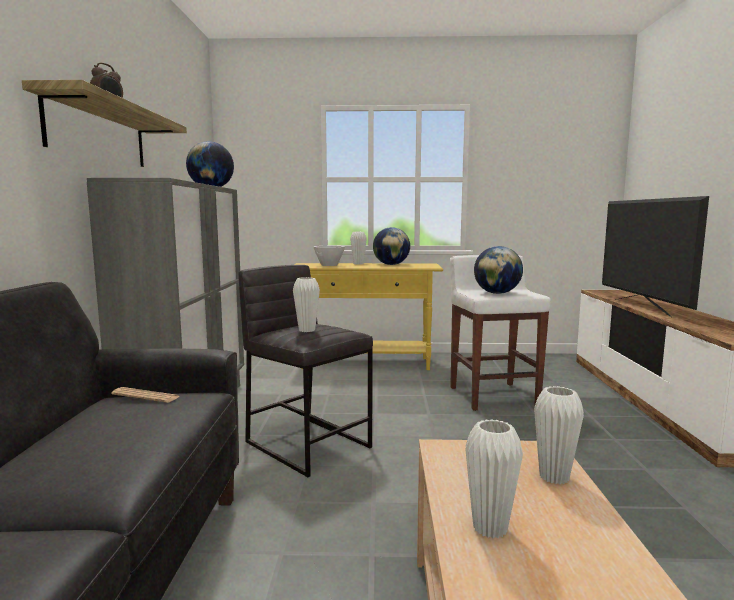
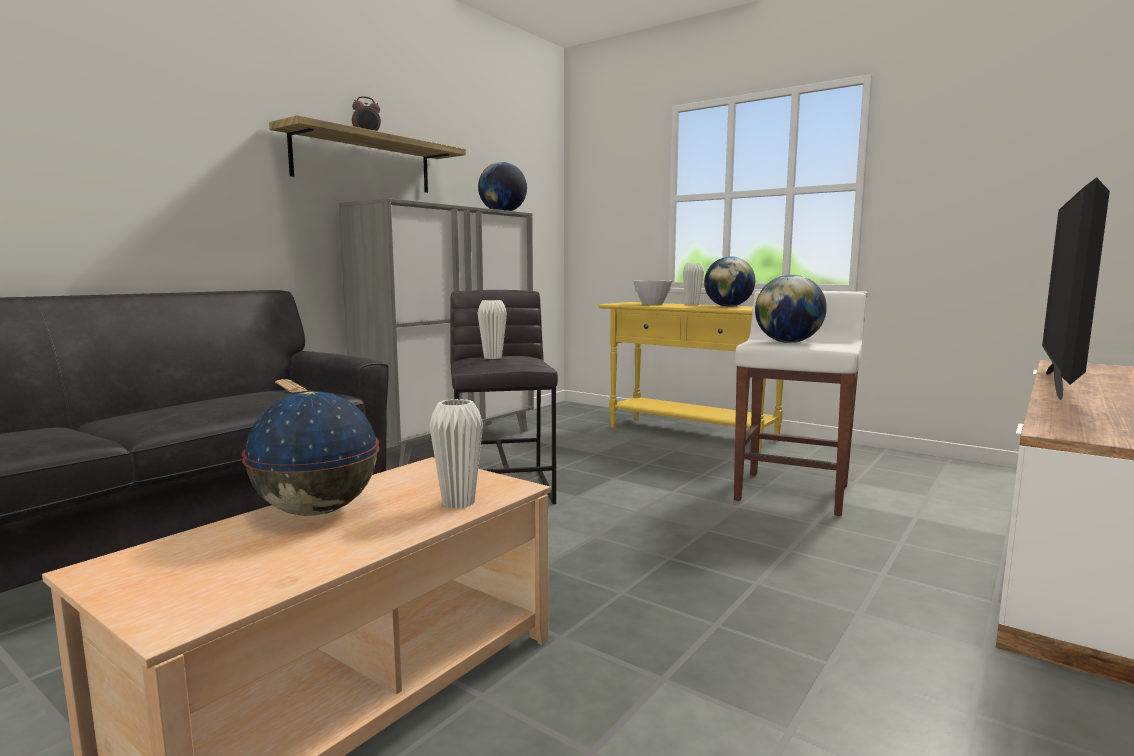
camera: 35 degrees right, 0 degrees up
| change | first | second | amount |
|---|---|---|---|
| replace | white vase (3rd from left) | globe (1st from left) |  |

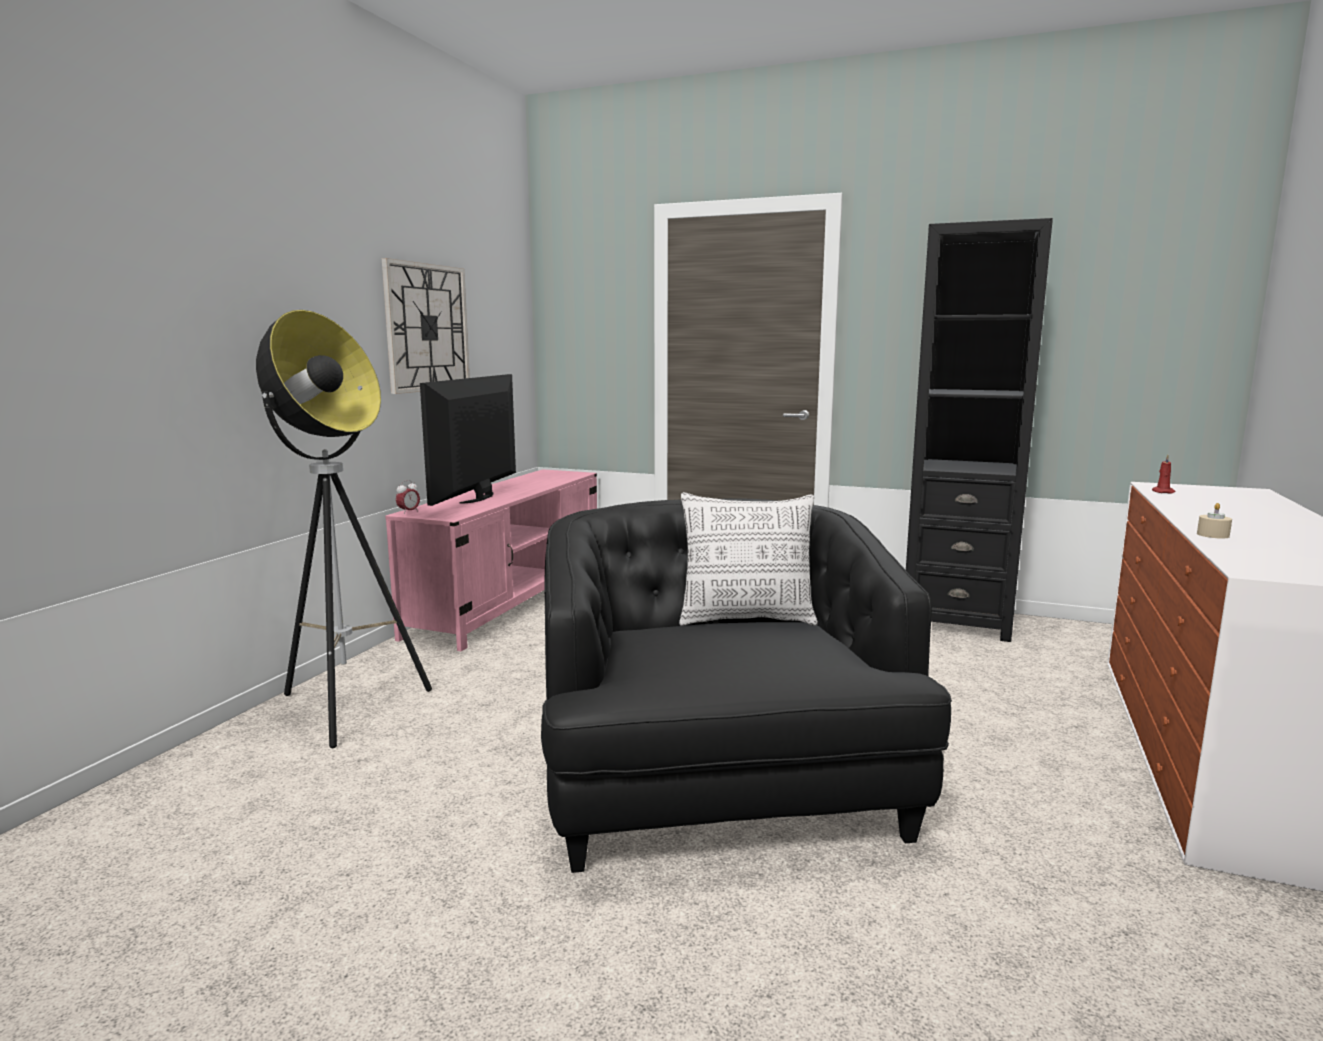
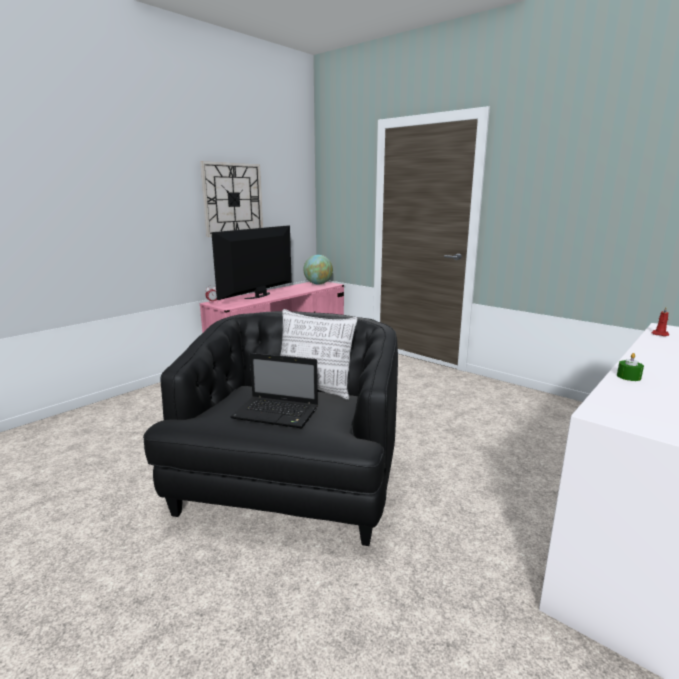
camera: 20 degrees right, 5 degrees up
| change | first | second | amount |
|---|---|---|---|
| delete | black bookcase |  |  |
| delete | floor lamp |  |  |
| recolor | beige candle | green candle |  |
| insert |  | globe |  |
| insert |  | laptop |  |

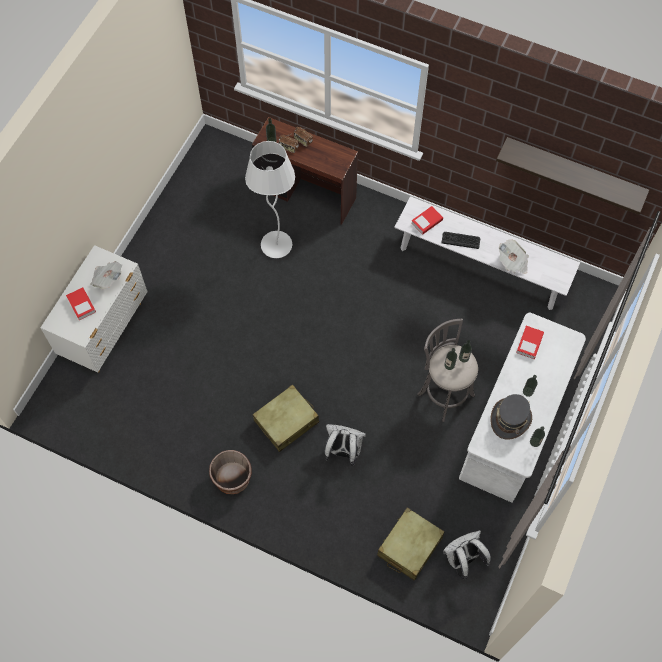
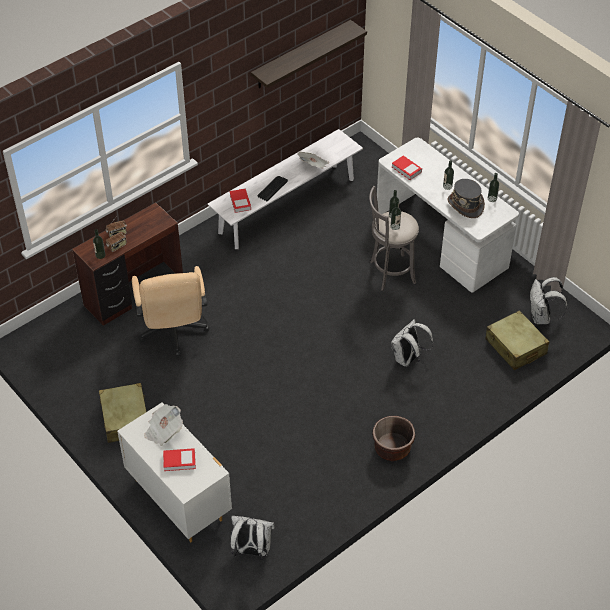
camera: 65 degrees left, 15 degrees down
| change | first | second | amount |
|---|---|---|---|
| replace | white floor lamp | beige office chair |  |
| move | beige suitcase (1st from left) |  |  |
| insert |  | white backpack (1st from left) |  |

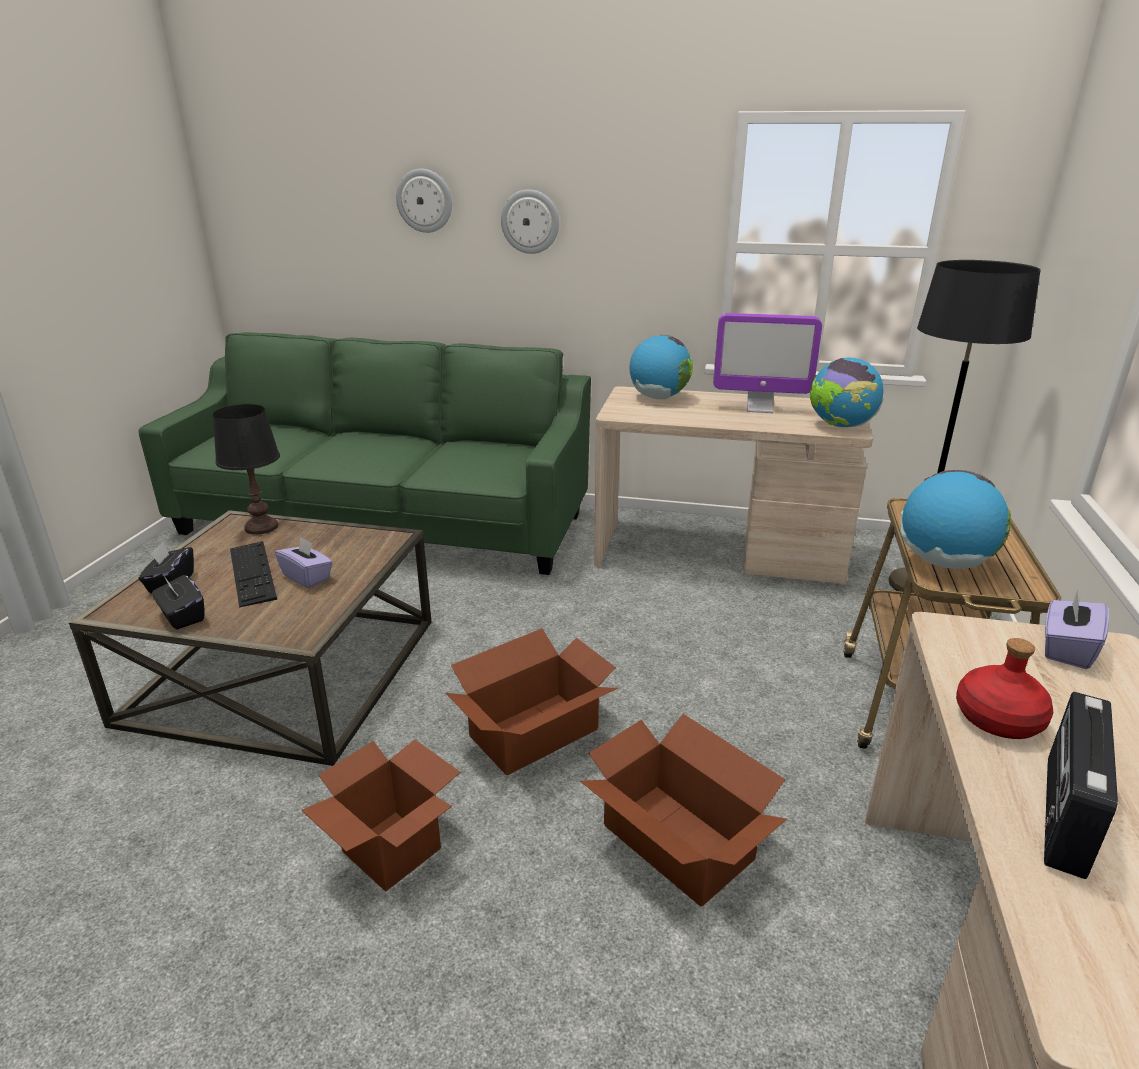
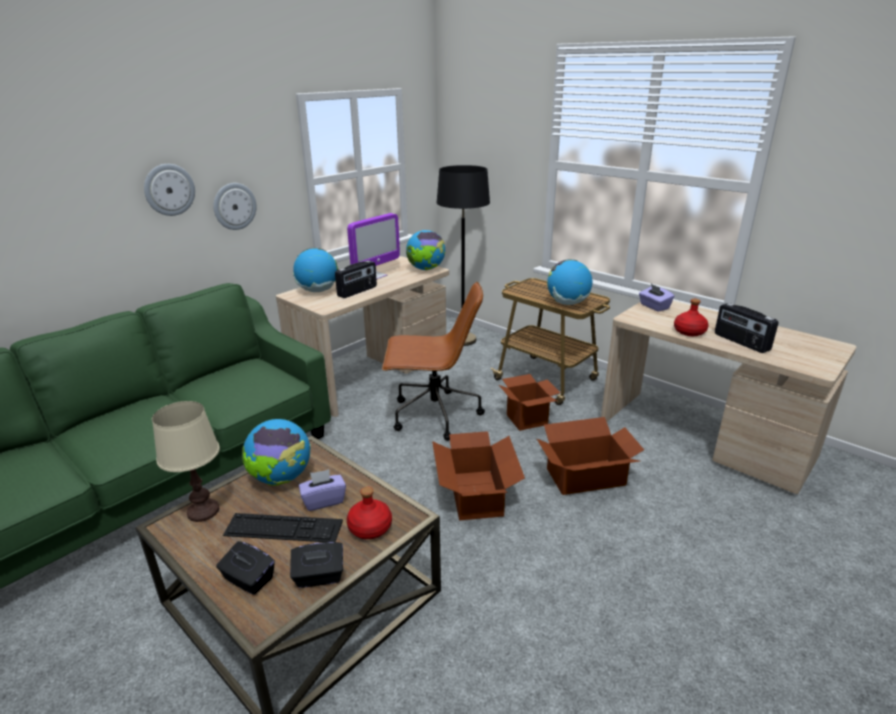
camera: 60 degrees left, 0 degrees up
| change | first | second | amount |
|---|---|---|---|
| move | wall clock (1st from left in the first image) | wall clock (2nd from left) |  |
| recolor | black table lamp | beige table lamp |  |
| move | cardboard box (1st from left in the first image) | cardboard box (2nd from left) |  |
| insert |  | radio (1st from left) |  |
| insert |  | brown office chair |  |
| insert |  | globe (1st from left) |  |
| insert |  | red bottle (1st from left) |  |

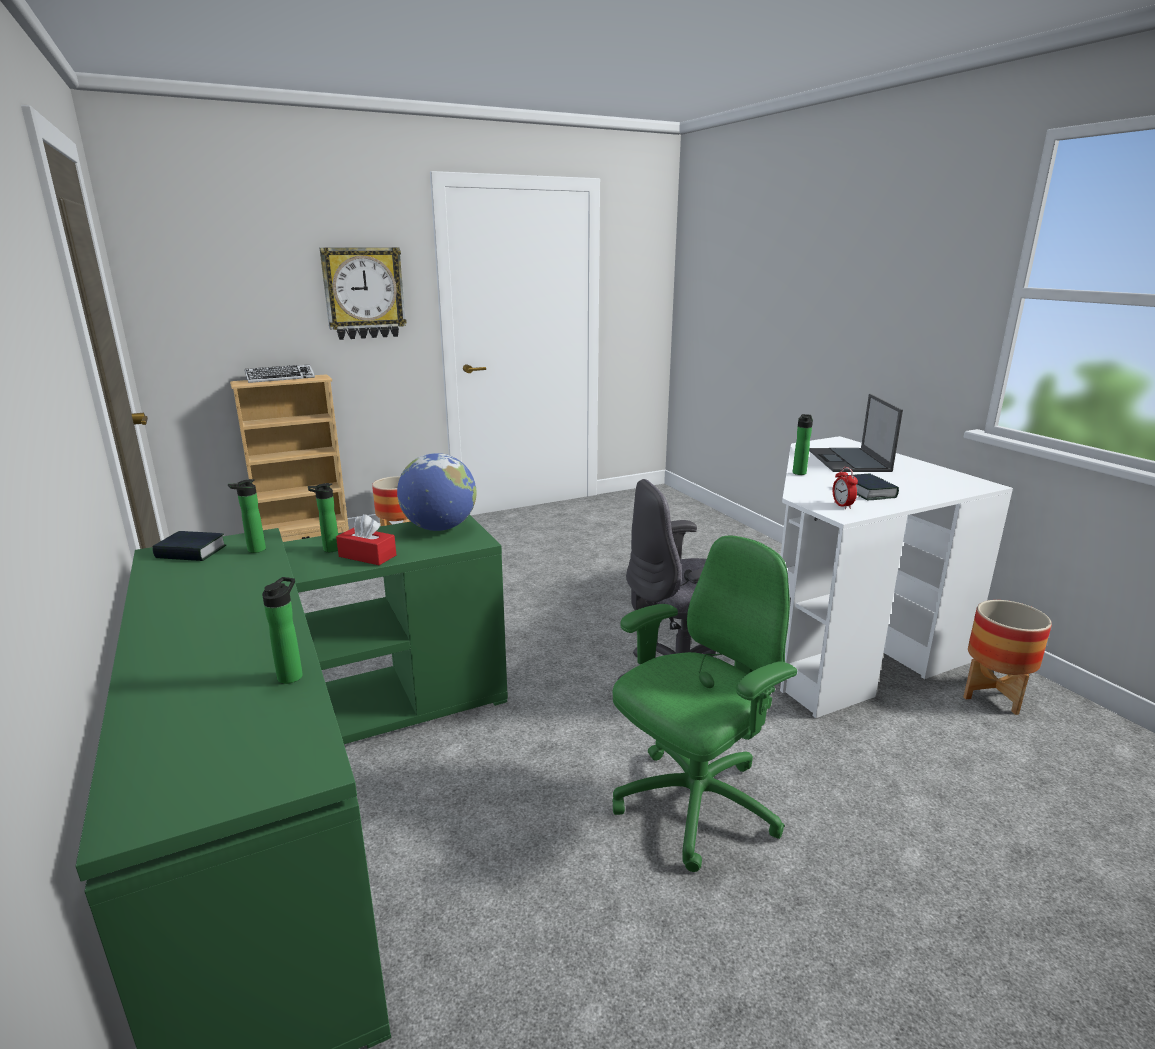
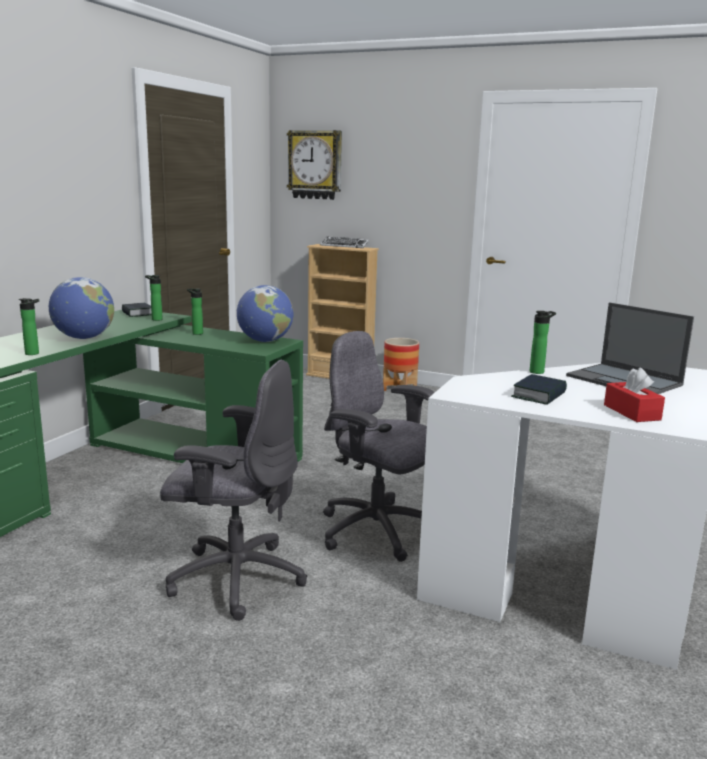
camera: 50 degrees right, 5 degrees down
| change | first | second | amount |
|---|---|---|---|
| move | wall clock |  |  |
| rotate | laptop |  | 90 degrees counterclockwise |
| delete | alarm clock |  |  |
| move | red tissue box |  |  |
| recolor | green office chair | grey office chair (1st from left) |  |
| delete | planter (2nd from left) |  |  |
| insert |  | globe (1st from left) |  |

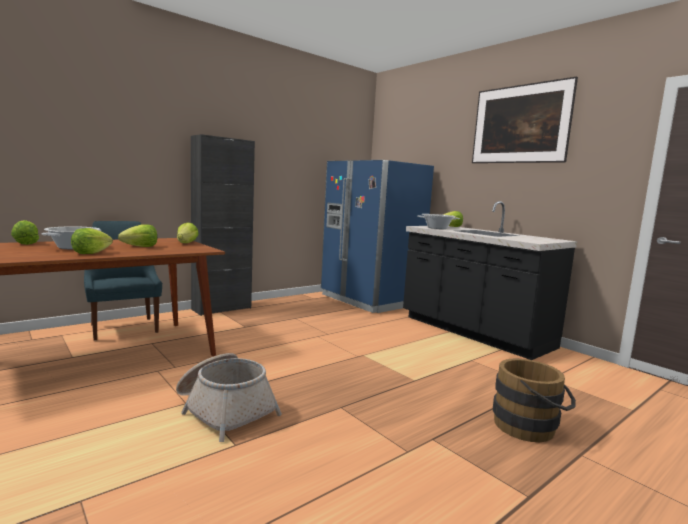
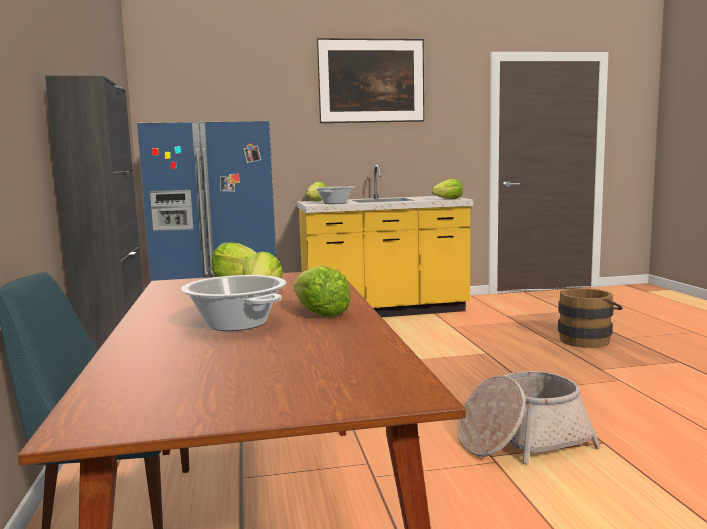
camera: 60 degrees left, 0 degrees up
| change | first | second | amount |
|---|---|---|---|
| recolor | black counter | yellow counter |  |
| move | lettuce (1st from left in the first image) | lettuce (5th from left) |  |

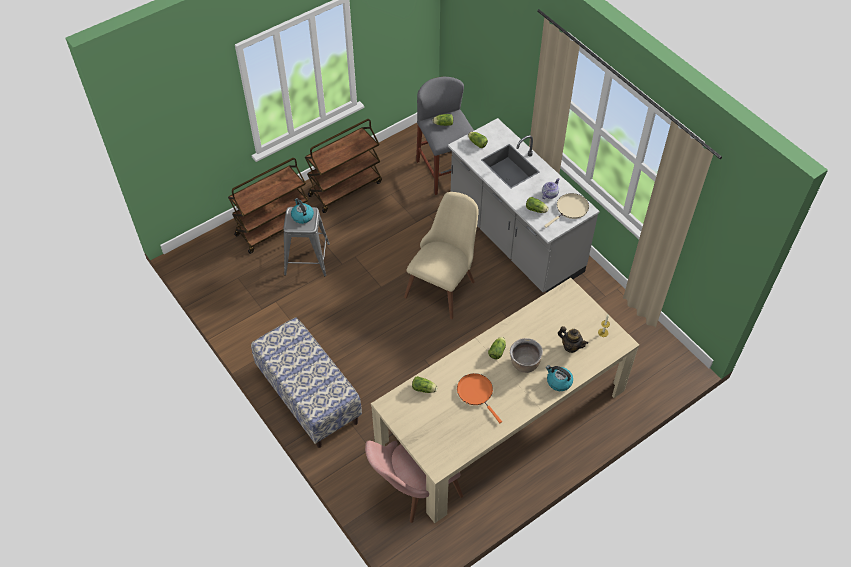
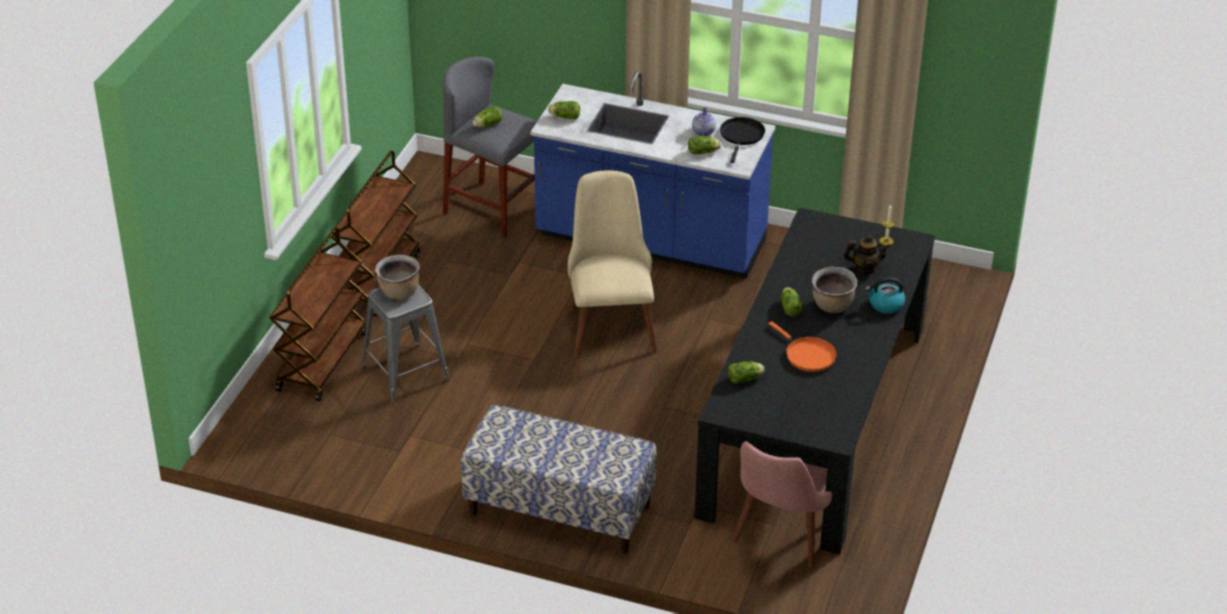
camera: 35 degrees left, 15 degrees down
| change | first | second | amount |
|---|---|---|---|
| recolor | grey counter | blue counter |  |
| recolor | beige frying pan | black frying pan |  |
| replace | kettle (1st from left) | brown cooking pot (1st from left) |  |
| recolor | beige dining table | black dining table |  |
| rotate | orange frying pan |  | 150 degrees counterclockwise |

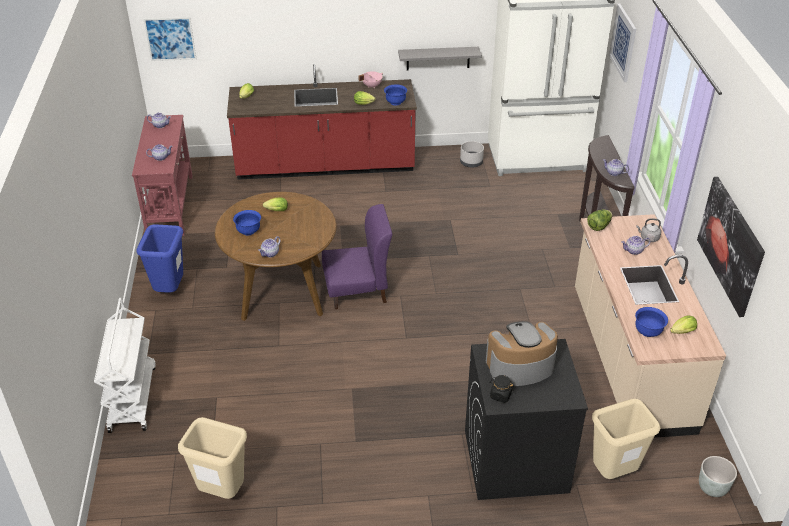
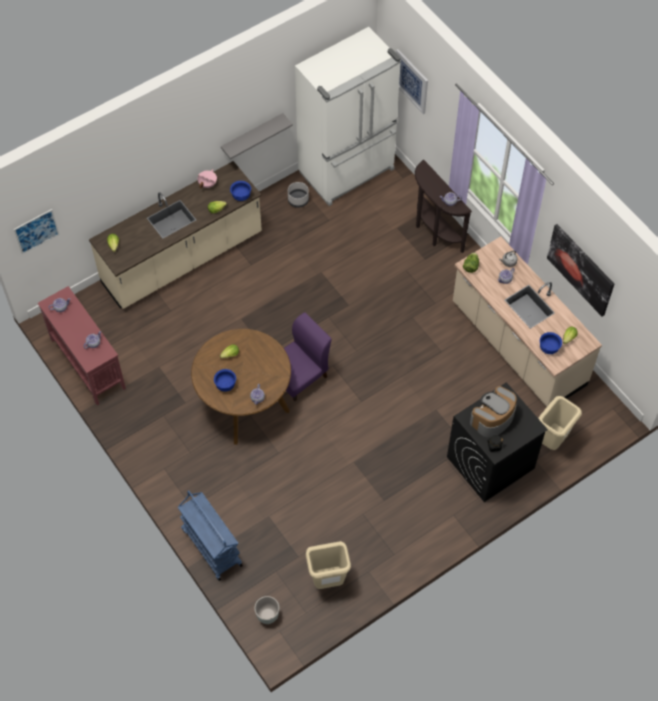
camera: 30 degrees left, 20 degrees up
| change | first | second | amount |
|---|---|---|---|
| recolor | red counter | beige counter (1st from left) |  |
| delete | blue trash can |  |  |
| recolor | white cart | blue cart |  |
| move | grey planter (2nd from left in the first image) | grey planter (1st from left) |  |

